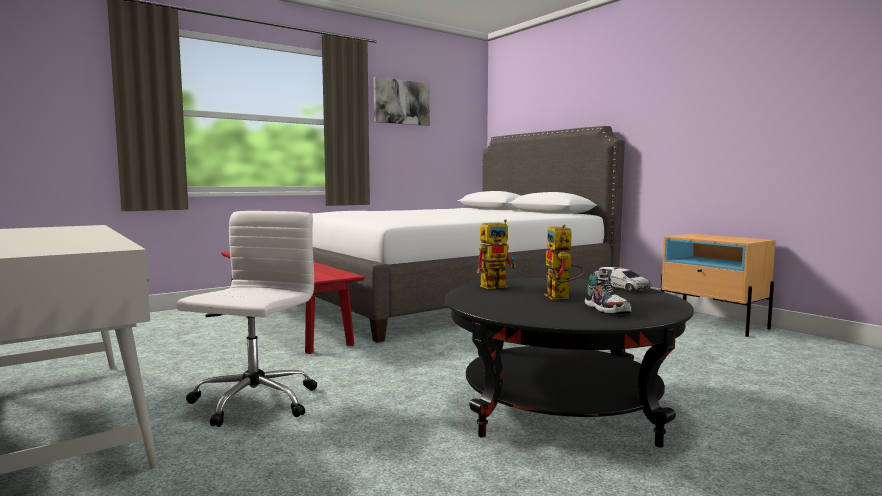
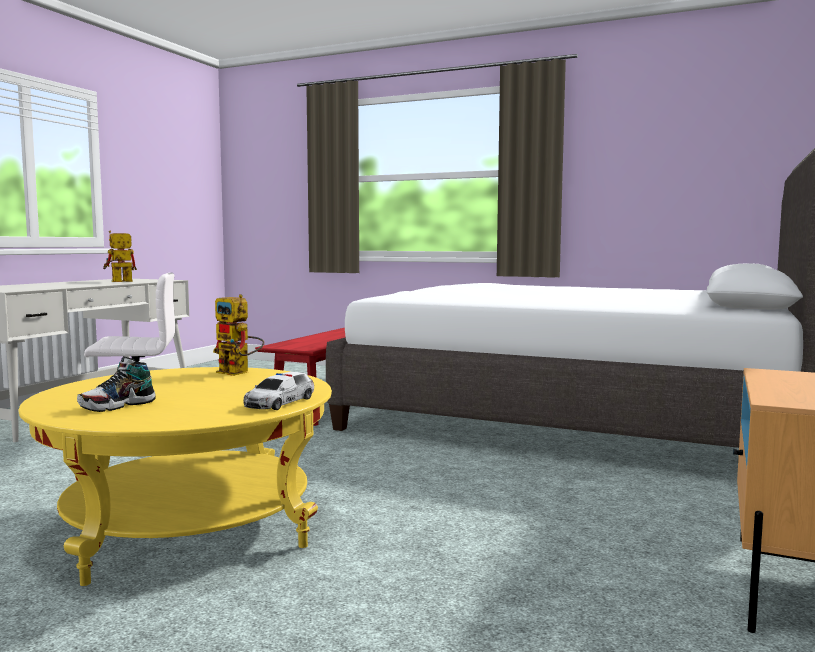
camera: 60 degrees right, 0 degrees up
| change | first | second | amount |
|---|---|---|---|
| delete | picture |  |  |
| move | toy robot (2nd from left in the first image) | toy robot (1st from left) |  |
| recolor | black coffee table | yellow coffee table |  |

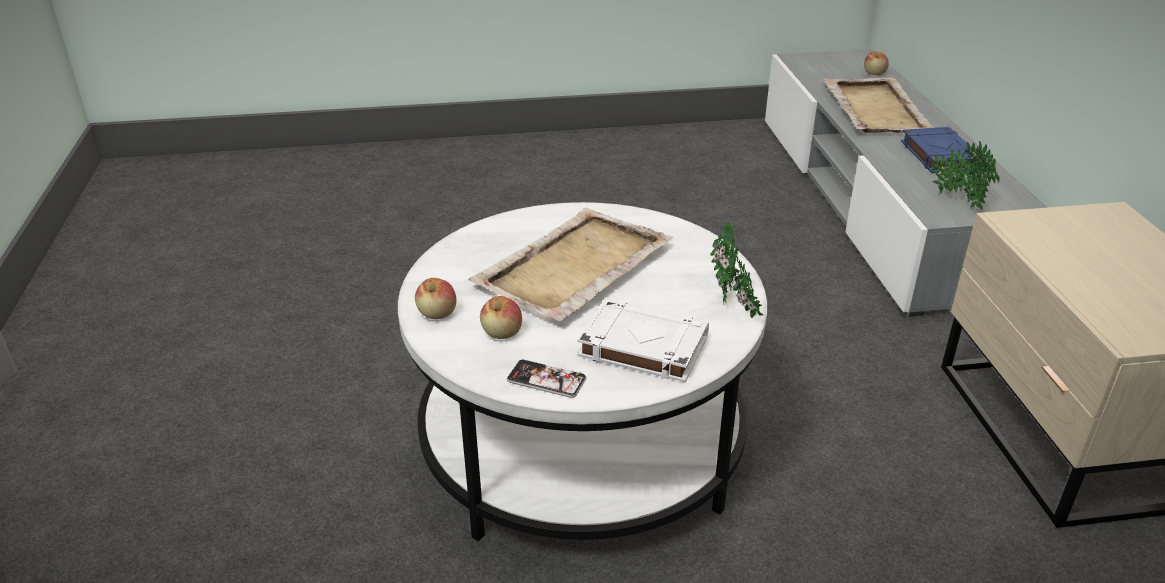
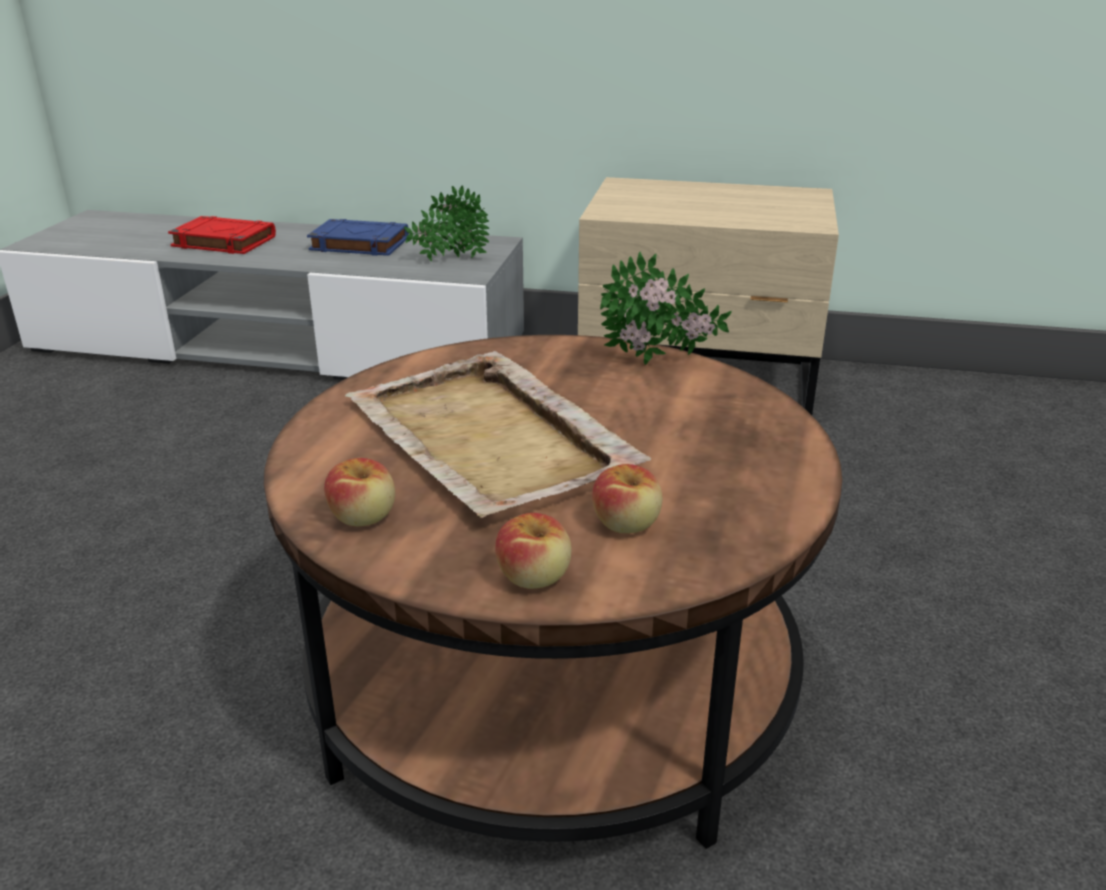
camera: 70 degrees left, 5 degrees down
| change | first | second | amount |
|---|---|---|---|
| move | apple (3rd from left in the first image) | apple (1st from left) |  |
| replace | beige tray (2nd from left) | red book |  |
| recolor | white coffee table | brown coffee table |  |
| delete | white book |  |  |
| delete | phone |  |  |

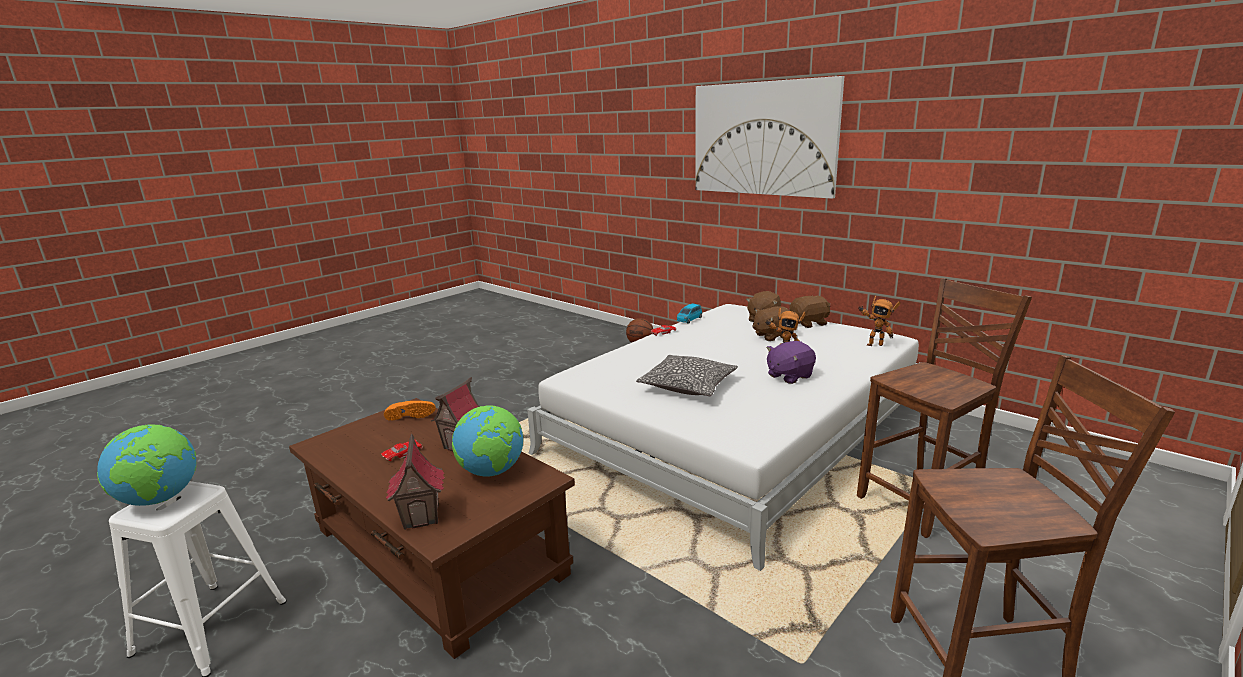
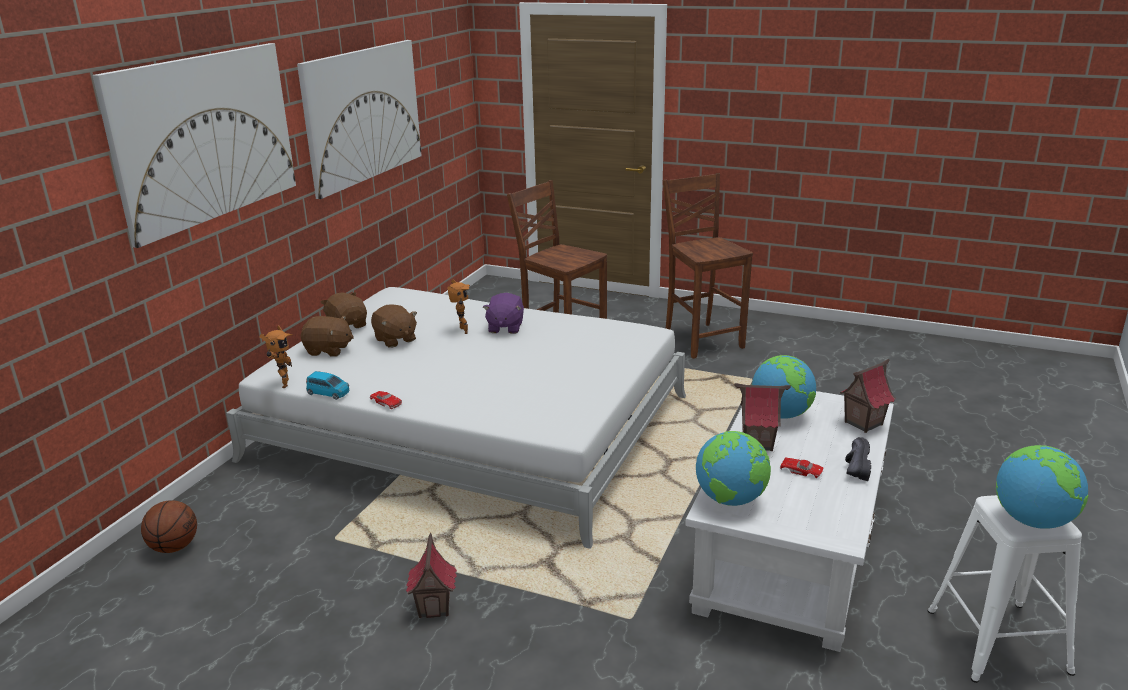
camera: 110 degrees left, 5 degrees up
| change | first | second | amount |
|---|---|---|---|
| move | toy robot (2nd from left in the first image) | toy robot (1st from left) |  |
| rotate | purple plush toy |  | 60 degrees clockwise |
| delete | pillow |  |  |
| recolor | brown coffee table | white coffee table |  |
| replace | orange shoe | globe (1st from left) |  |
| insert |  | picture (2nd from left) |  |
| insert |  | black shoe |  |
| insert |  | toy house (1st from left) |  |

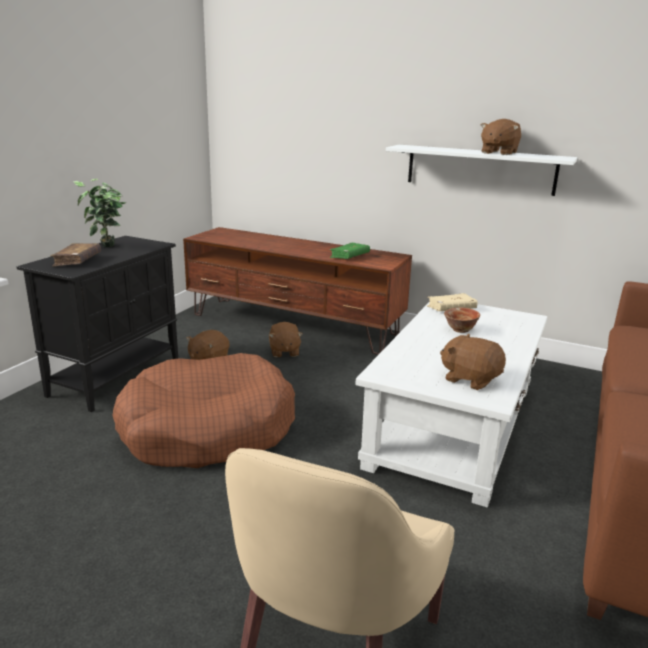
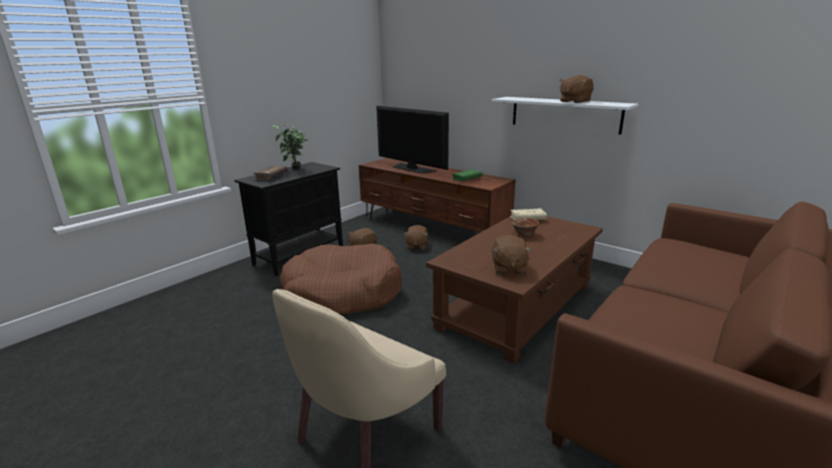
camera: 15 degrees right, 0 degrees up
| change | first | second | amount |
|---|---|---|---|
| recolor | white coffee table | brown coffee table |  |
| rotate | brown plush toy (3rd from left) |  | 135 degrees counterclockwise |
| insert |  | television |  |

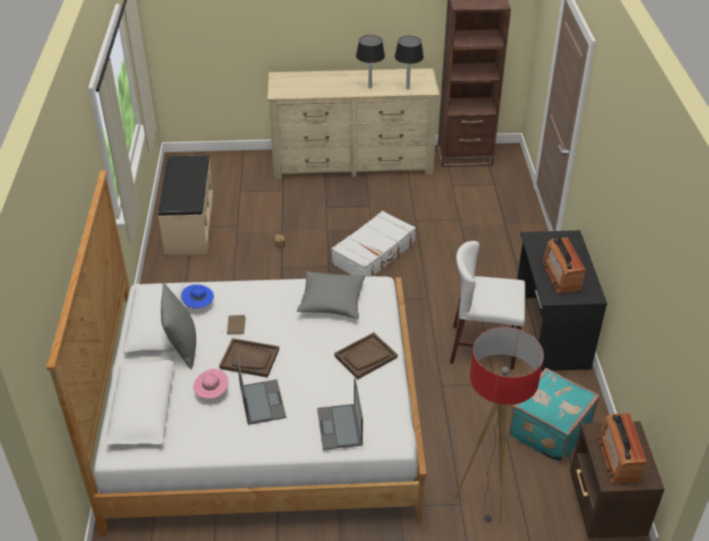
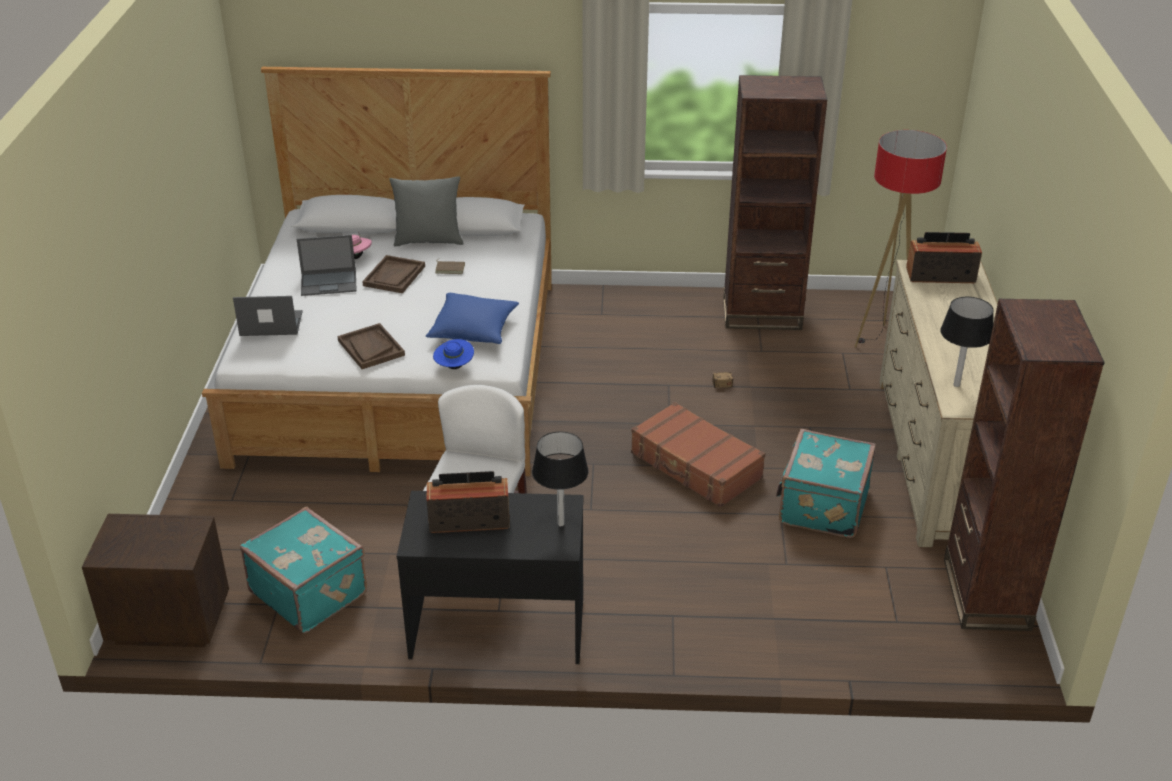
camera: 95 degrees right, 5 degrees down
| change | first | second | amount |
|---|---|---|---|
| move | black table lamp (1st from left) |  |  |
| replace | beige bench | brown bookcase (1st from left) |  |
| recolor | white suitcase | brown suitcase |  |
| recolor | grey pillow (2nd from left) | blue pillow |  |
| move | blue hat |  |  |
| move | floor lamp |  |  |
| move | radio (2nd from left) |  |  |
| insert |  | turquoise suitcase (2nd from left) |  |

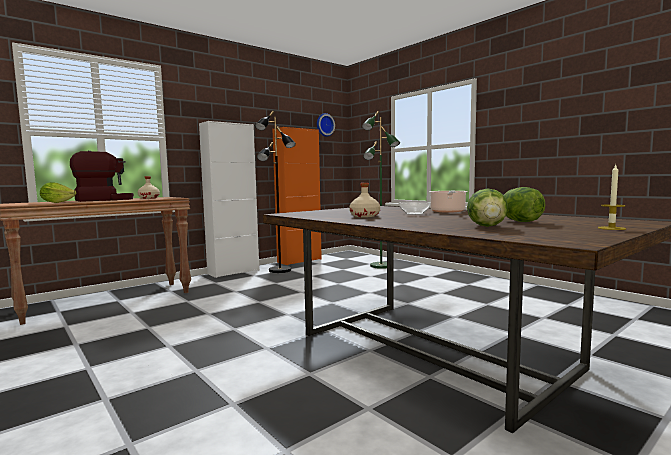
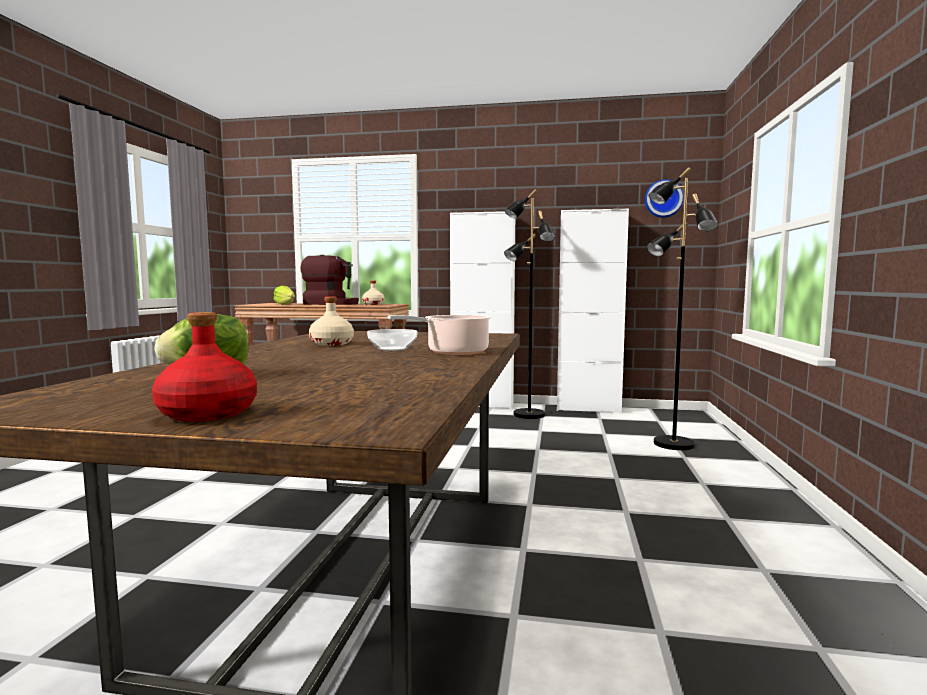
camera: 50 degrees right, 0 degrees up
| change | first | second | amount |
|---|---|---|---|
| recolor | green floor lamp | black floor lamp (2nd from left) |  |
| recolor | orange cabinet | white cabinet (2nd from left) |  |
| replace | candle | red bottle |  |
| delete | lettuce (3rd from left) |  |  |

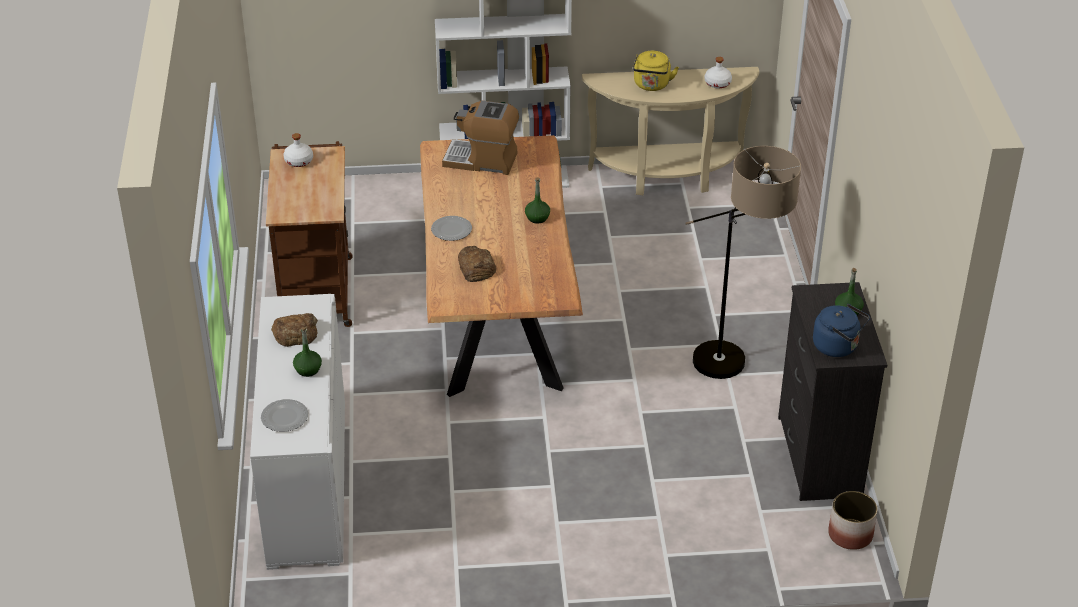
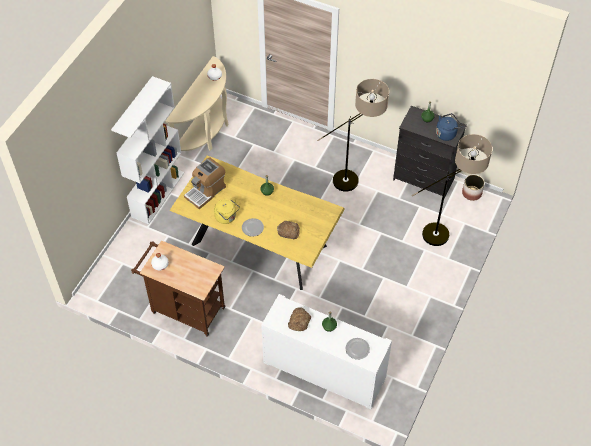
camera: 60 degrees left, 15 degrees up
| change | first | second | amount |
|---|---|---|---|
| move | yellow kettle |  |  |
| recolor | brown dining table | yellow dining table |  |
| insert |  | floor lamp (2nd from left) |  |

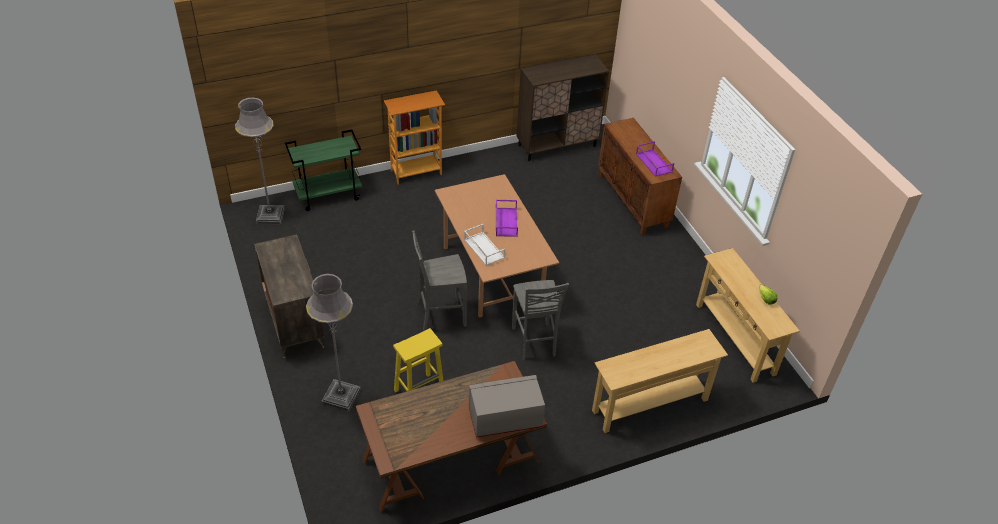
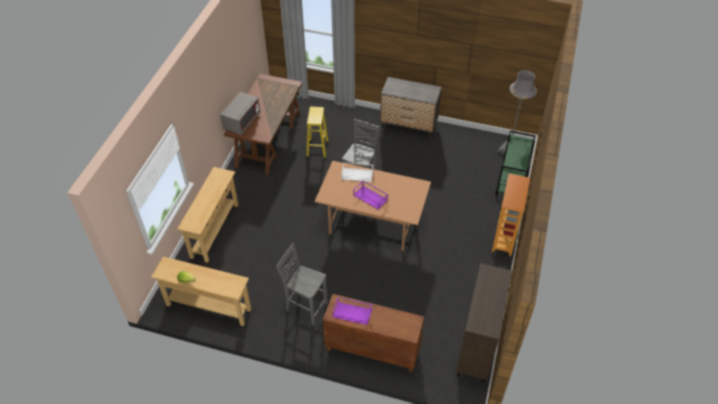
camera: 130 degrees right, 5 degrees up
| change | first | second | amount |
|---|---|---|---|
| delete | grey floor lamp (2nd from left) |  |  |
| move | grey chair (2nd from left in the first image) | grey chair (1st from left) |  |

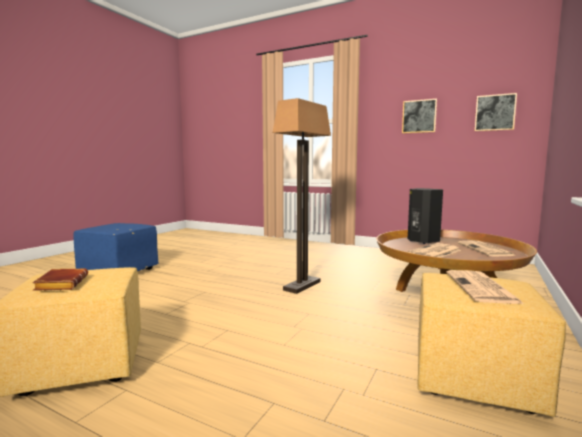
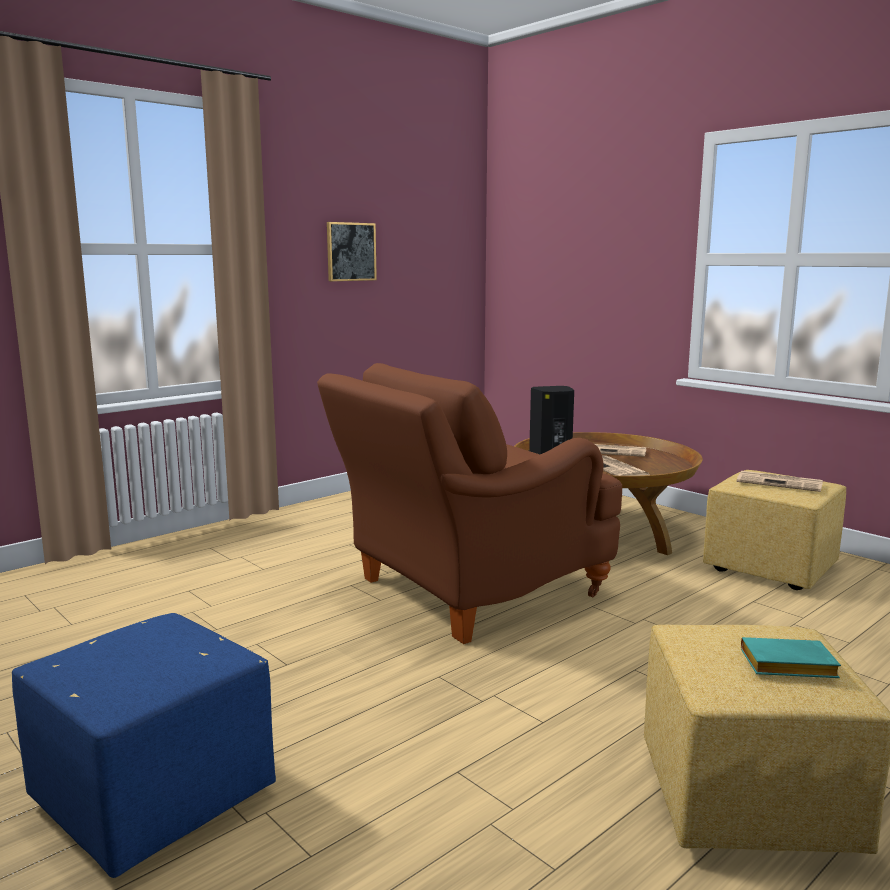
camera: 70 degrees left, 5 degrees up
| change | first | second | amount |
|---|---|---|---|
| delete | picture (2nd from left) |  |  |
| replace | floor lamp | brown armchair |  |
| recolor | brown book | turquoise book |  |

